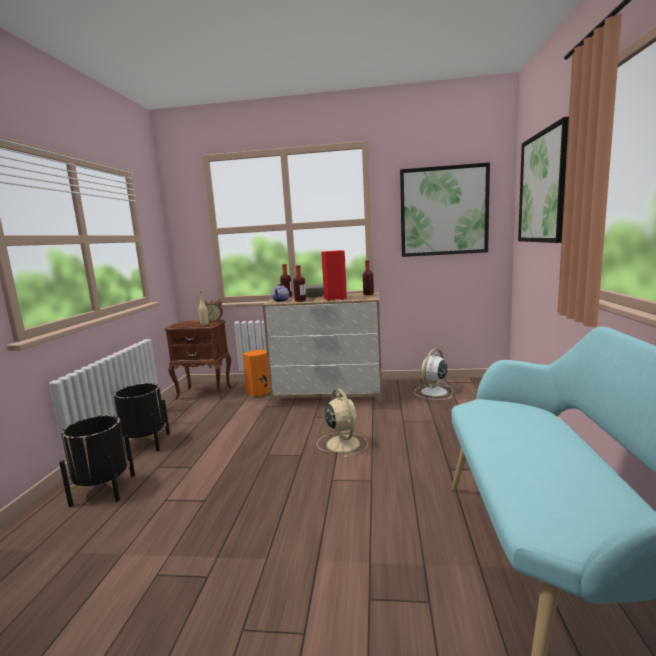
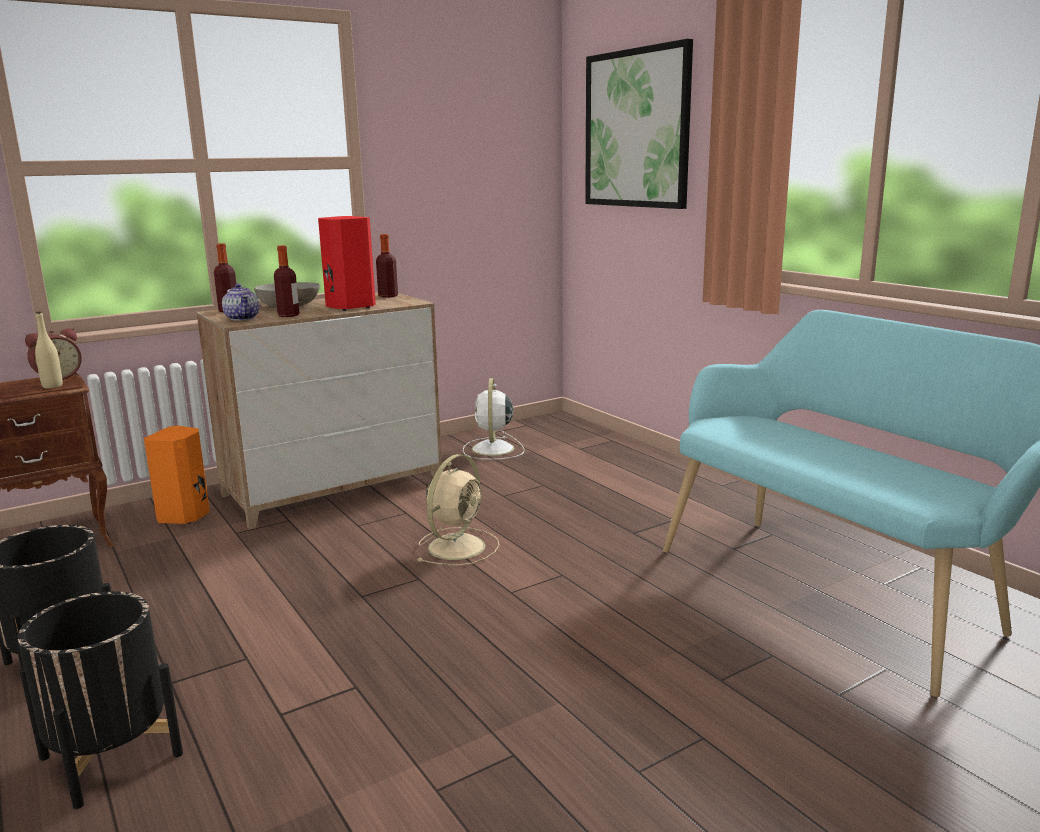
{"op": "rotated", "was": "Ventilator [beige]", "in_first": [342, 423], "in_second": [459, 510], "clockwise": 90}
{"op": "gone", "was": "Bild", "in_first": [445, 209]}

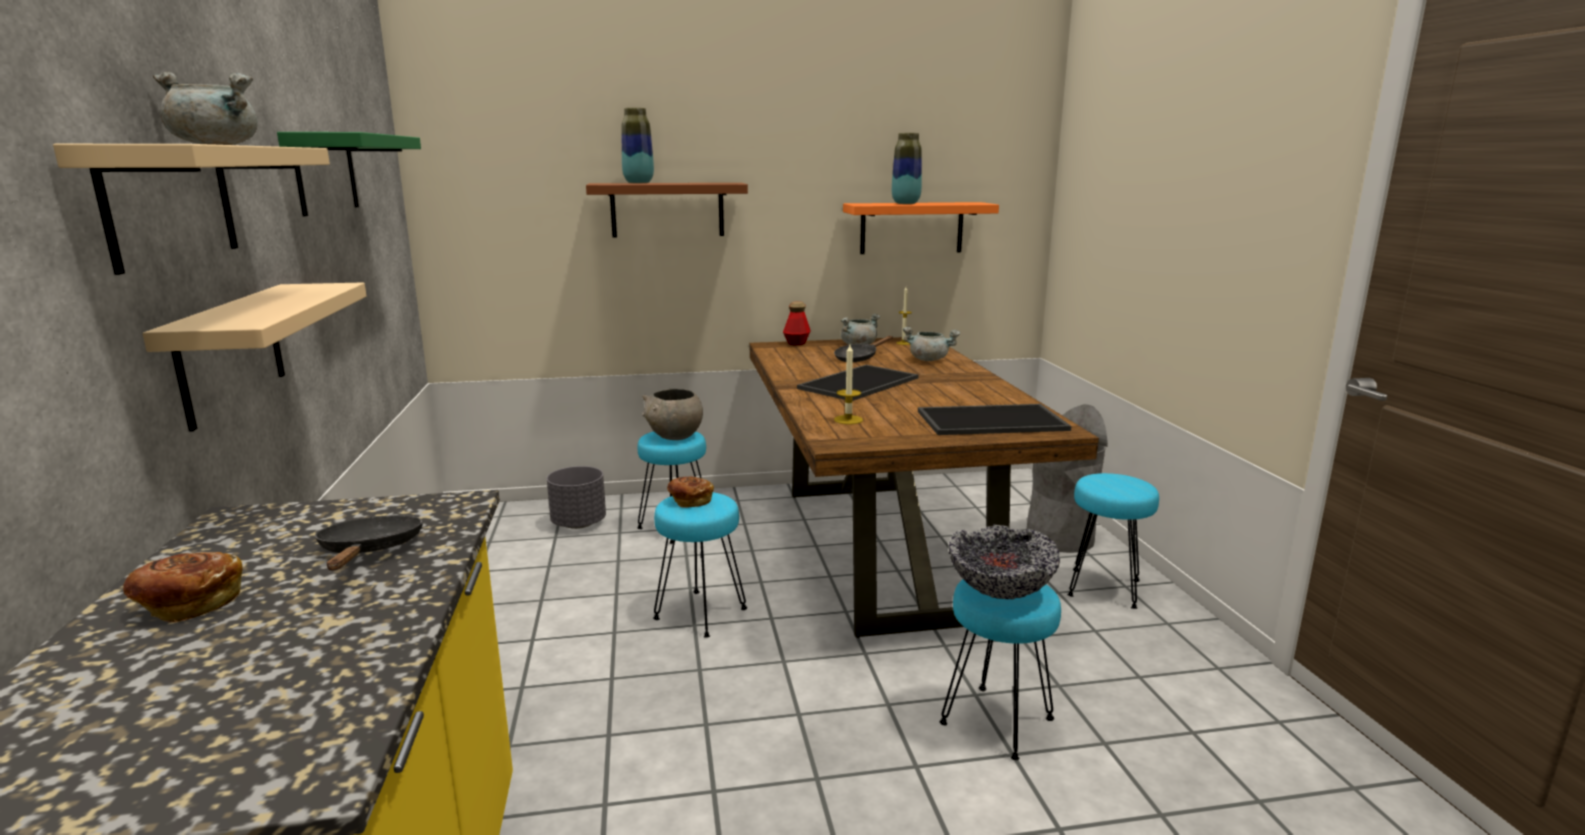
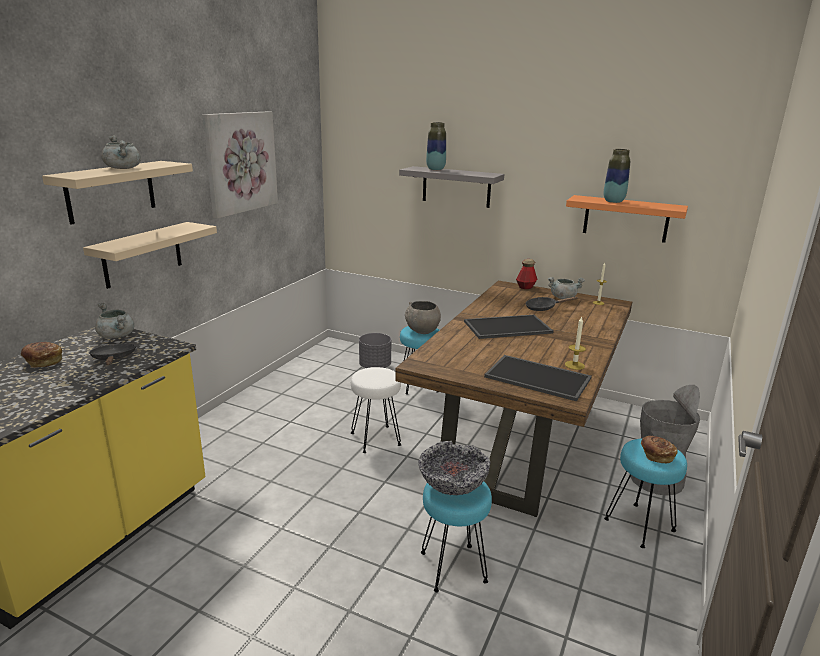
{"op": "swapped", "was": "Wandregal [grün]", "now": "Bild", "in_first": [349, 174], "in_second": [240, 165]}
{"op": "rotated", "was": "Pfanne [schwarz]", "in_first": [369, 542], "in_second": [112, 354], "clockwise": -45}
{"op": "repainted", "was": "Wandregal [braun]", "now": "Wandregal [grau]", "in_first": [667, 210], "in_second": [451, 187]}
{"op": "repainted", "was": "Hocker [türkis]", "now": "Hocker [weiß]", "in_first": [700, 565], "in_second": [376, 410]}
{"op": "shifted", "was": "Brot", "in_first": [690, 492], "in_second": [659, 449]}
{"op": "shifted", "was": "Kerze", "in_first": [848, 384], "in_second": [575, 343]}
{"op": "shifted", "was": "Kochtopf [grau]", "in_first": [931, 343], "in_second": [114, 320]}

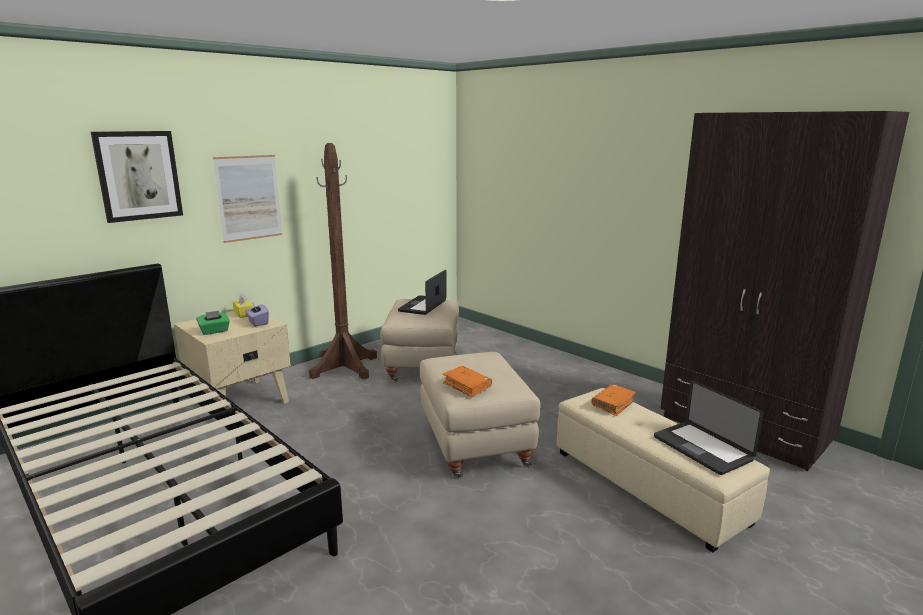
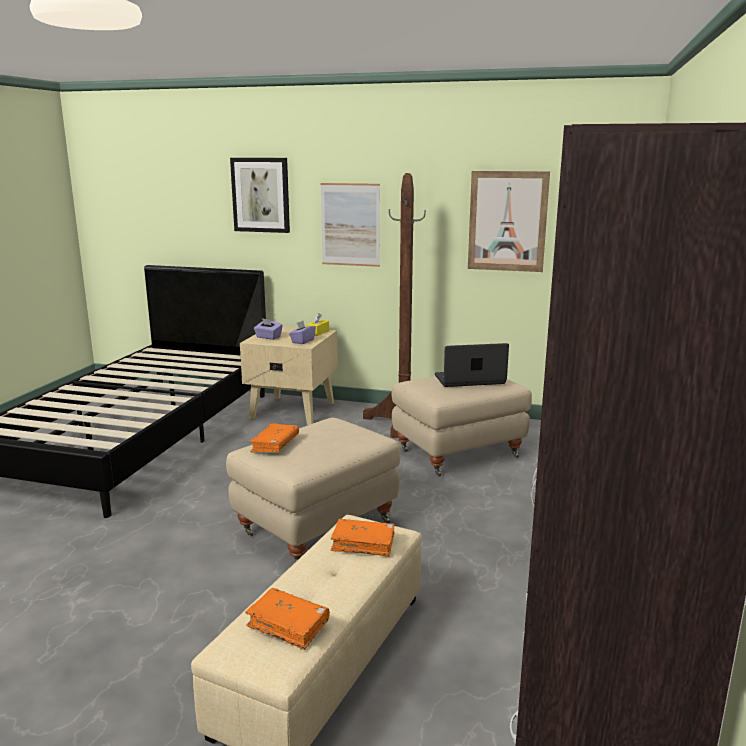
{"op": "repainted", "was": "Taschentuchbox [grün]", "now": "Taschentuchbox [lila]", "in_first": [213, 323], "in_second": [268, 329]}
{"op": "swapped", "was": "Laptop", "now": "Buch [orange]", "in_first": [708, 427], "in_second": [287, 619]}
{"op": "new", "now": "Bild", "in_second": [509, 221]}

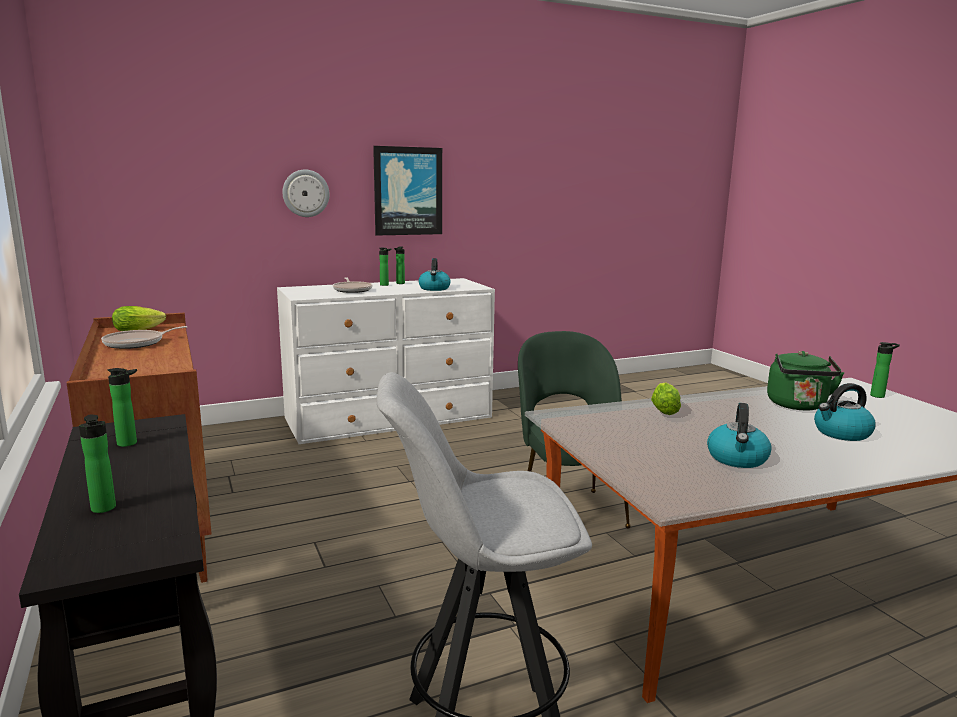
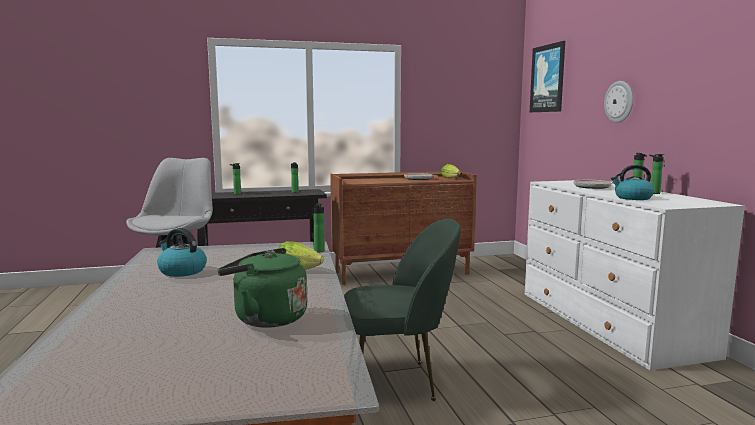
{"op": "shifted", "was": "Bild", "in_first": [407, 191], "in_second": [547, 76]}
{"op": "gone", "was": "Wasserkessel", "in_first": [845, 412]}
{"op": "shifted", "was": "Flasche", "in_first": [885, 370], "in_second": [319, 227]}

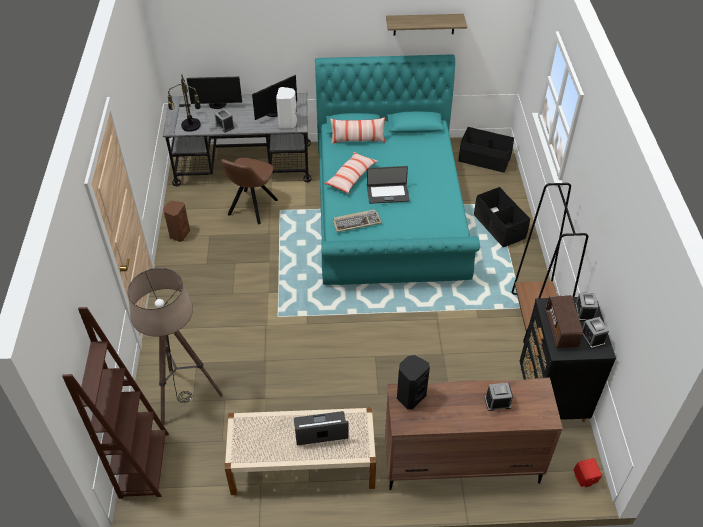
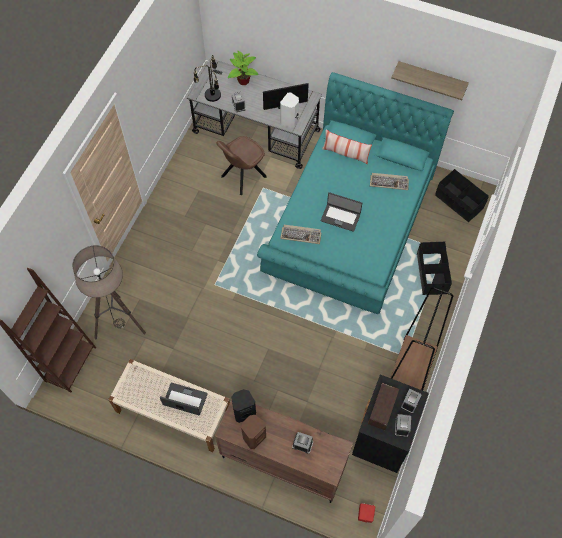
{"op": "shifted", "was": "Lautsprecher [braun]", "in_first": [176, 221], "in_second": [253, 432]}
{"op": "swapped", "was": "Monitor", "now": "Topfpflanze", "in_first": [214, 93], "in_second": [243, 68]}
{"op": "gone", "was": "Kissen", "in_first": [351, 172]}
{"op": "new", "now": "Tastatur", "in_second": [389, 181]}

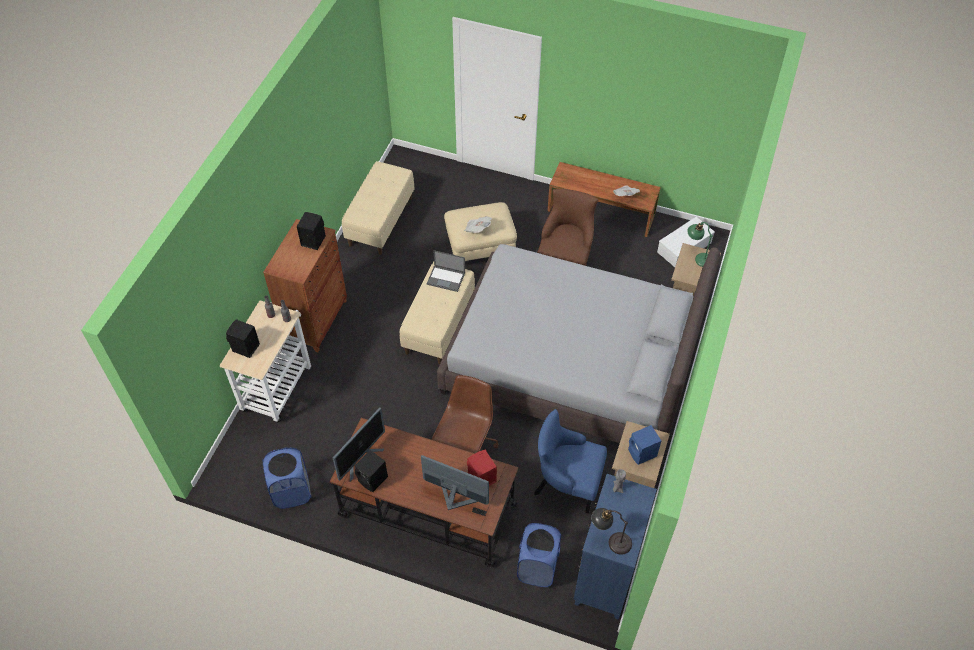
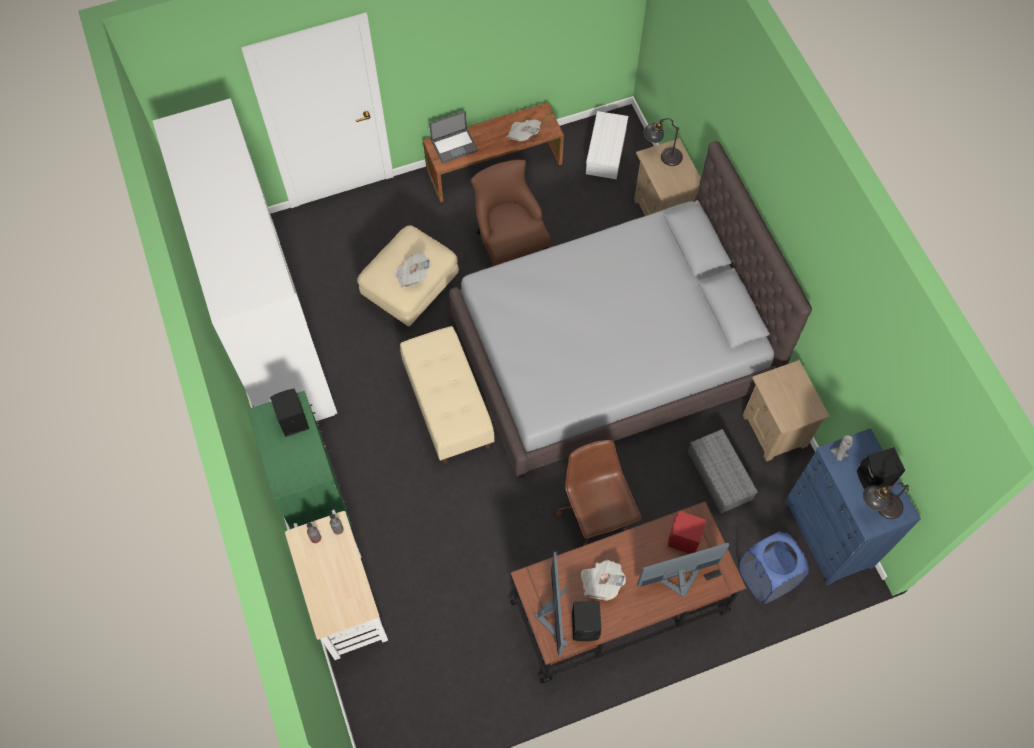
{"op": "shifted", "was": "Lautsprecher [schwarz]", "in_first": [243, 338], "in_second": [881, 468]}
{"op": "gone", "was": "Wäschekorb [blau]", "in_first": [286, 478]}
{"op": "repainted", "was": "Kommode [braun]", "now": "Kommode [grün]", "in_first": [305, 285], "in_second": [299, 460]}
{"op": "swapped", "was": "Bank [beige]", "now": "Kleiderschrank [weiß]", "in_first": [378, 208], "in_second": [245, 259]}
{"op": "shifted", "was": "Laptop", "in_first": [446, 271], "in_second": [453, 137]}
{"op": "swapped", "was": "Stuhl [blau]", "now": "Aufbewahrungsbox [grau]", "in_first": [570, 461], "in_second": [723, 471]}
{"op": "gone", "was": "Lautsprecher [blau]", "in_first": [644, 445]}
{"op": "repainted", "was": "Tischlampe [grün]", "now": "Tischlampe [grau]", "in_first": [700, 244], "in_second": [663, 142]}
{"op": "new", "now": "Zeitung", "in_second": [603, 580]}

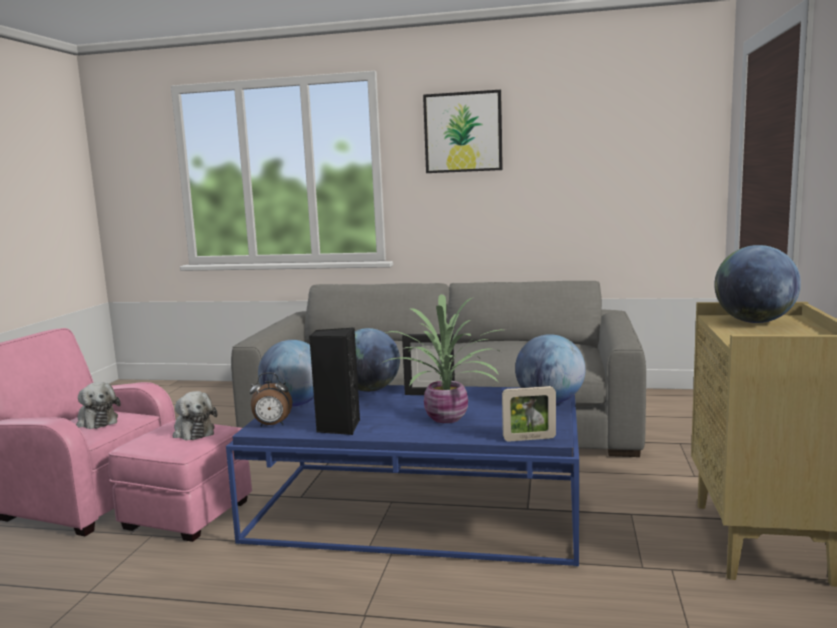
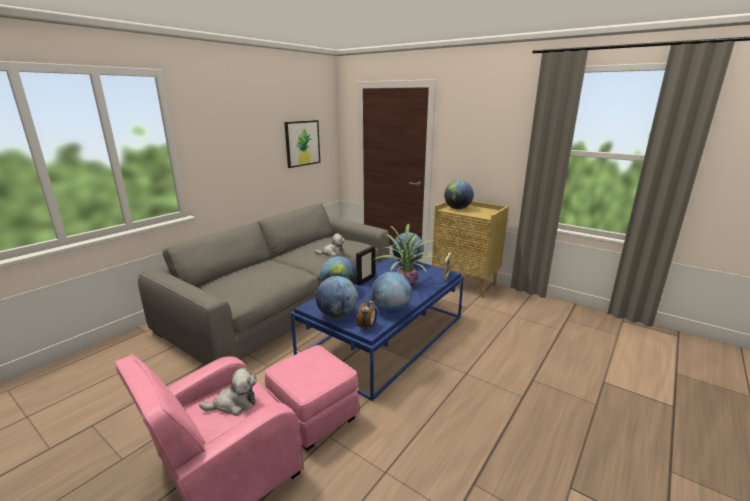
{"op": "shifted", "was": "Plüschtier", "in_first": [195, 415], "in_second": [330, 245]}
{"op": "swapped", "was": "Lautsprecher [schwarz]", "now": "Globus", "in_first": [334, 381], "in_second": [391, 292]}
{"op": "shifted", "was": "Bild", "in_first": [463, 131], "in_second": [302, 144]}

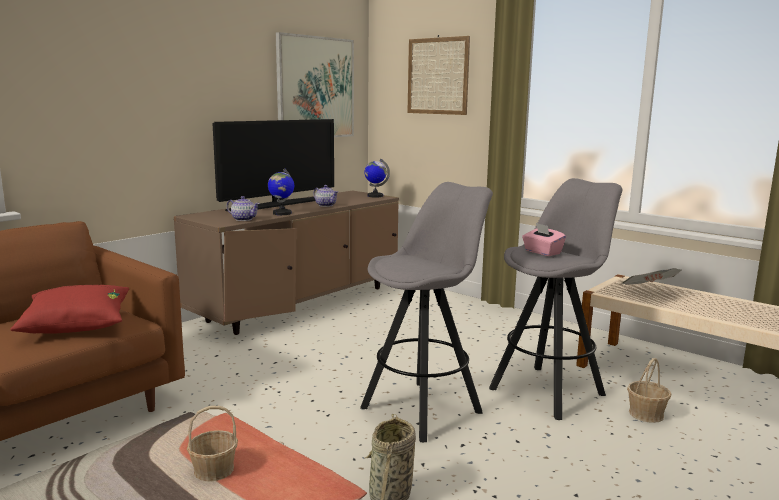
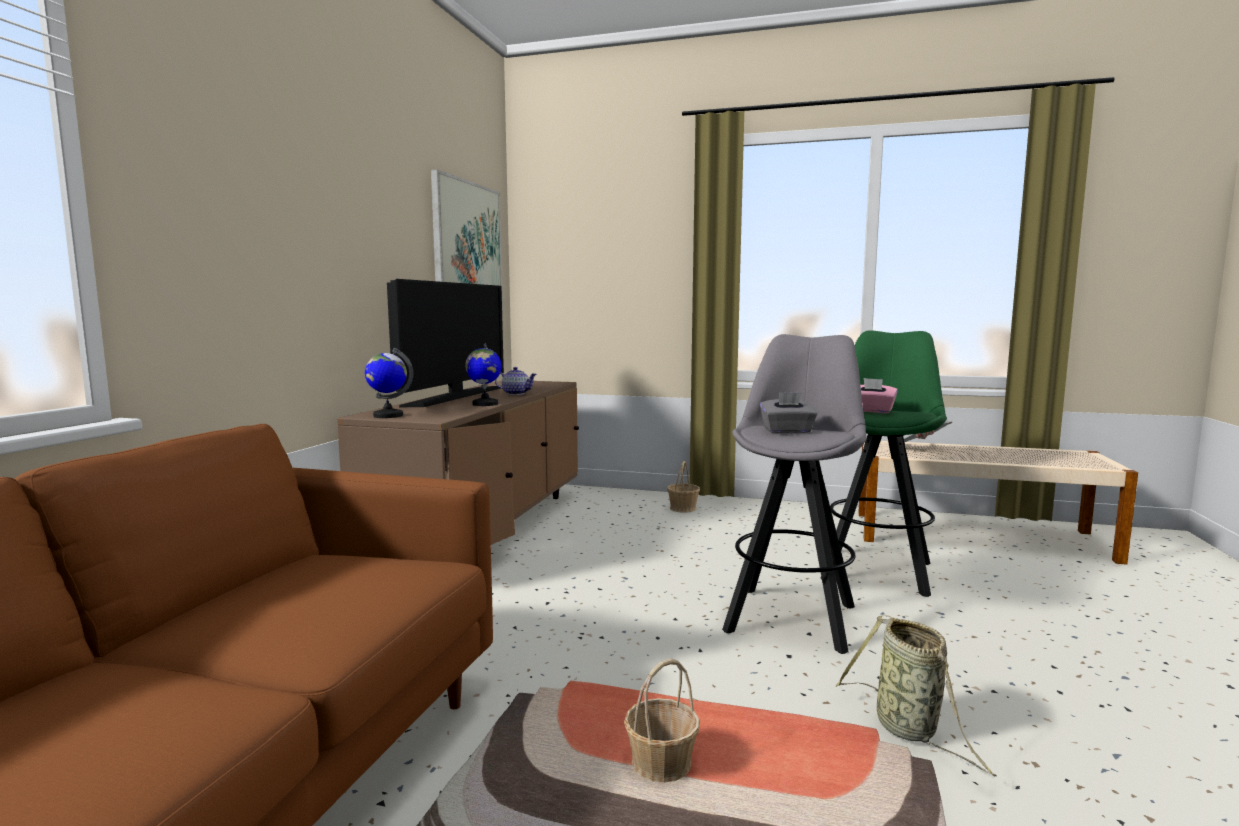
{"op": "gone", "was": "Kissen [rot]", "in_first": [69, 309]}
{"op": "gone", "was": "Teekanne", "in_first": [243, 208]}
{"op": "shifted", "was": "Globus", "in_first": [377, 178], "in_second": [389, 383]}
{"op": "gone", "was": "Bild", "in_first": [438, 75]}
{"op": "repainted", "was": "Hocker [grau]", "now": "Hocker [grün]", "in_first": [556, 299], "in_second": [883, 463]}
{"op": "shifted", "was": "Korb", "in_first": [649, 390], "in_second": [683, 487]}
{"op": "new", "now": "Taschentuchbox [grau]", "in_second": [788, 412]}

